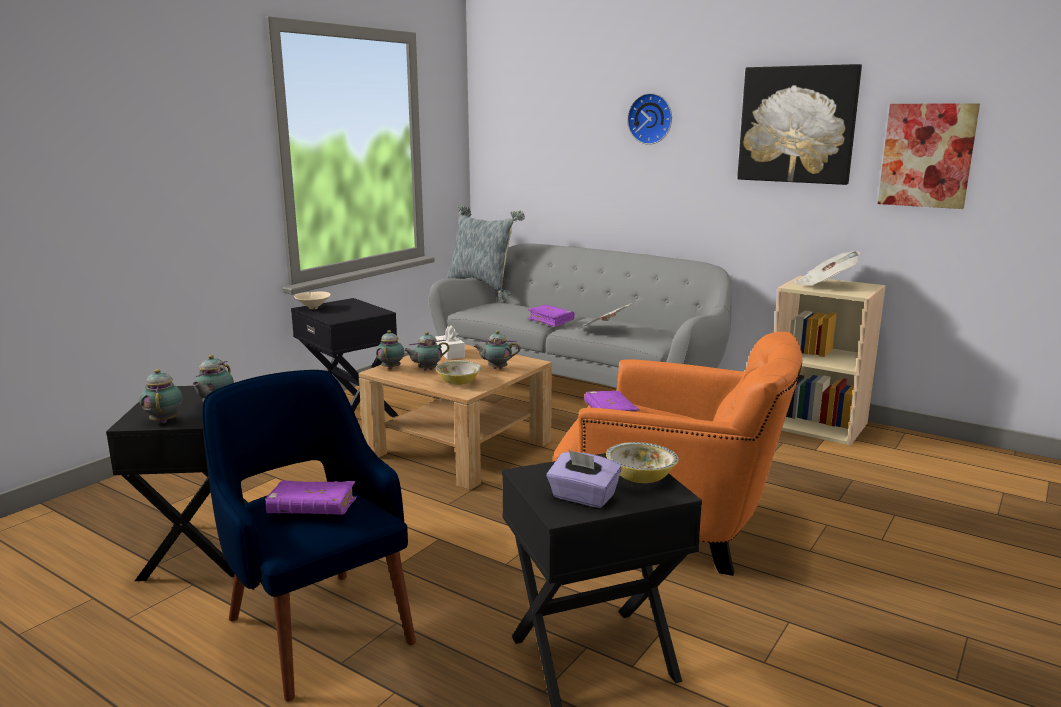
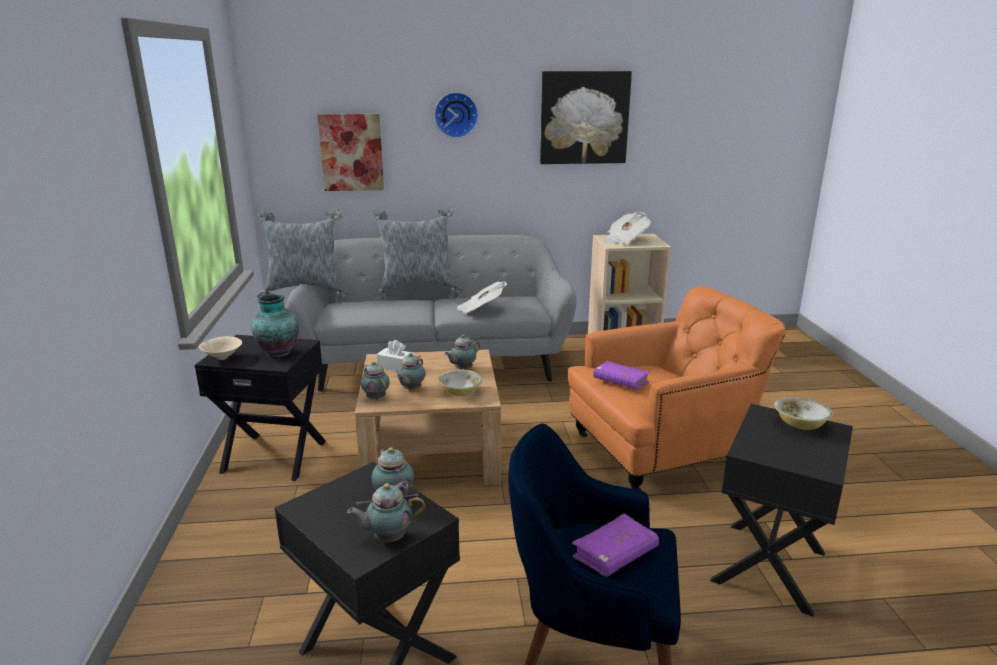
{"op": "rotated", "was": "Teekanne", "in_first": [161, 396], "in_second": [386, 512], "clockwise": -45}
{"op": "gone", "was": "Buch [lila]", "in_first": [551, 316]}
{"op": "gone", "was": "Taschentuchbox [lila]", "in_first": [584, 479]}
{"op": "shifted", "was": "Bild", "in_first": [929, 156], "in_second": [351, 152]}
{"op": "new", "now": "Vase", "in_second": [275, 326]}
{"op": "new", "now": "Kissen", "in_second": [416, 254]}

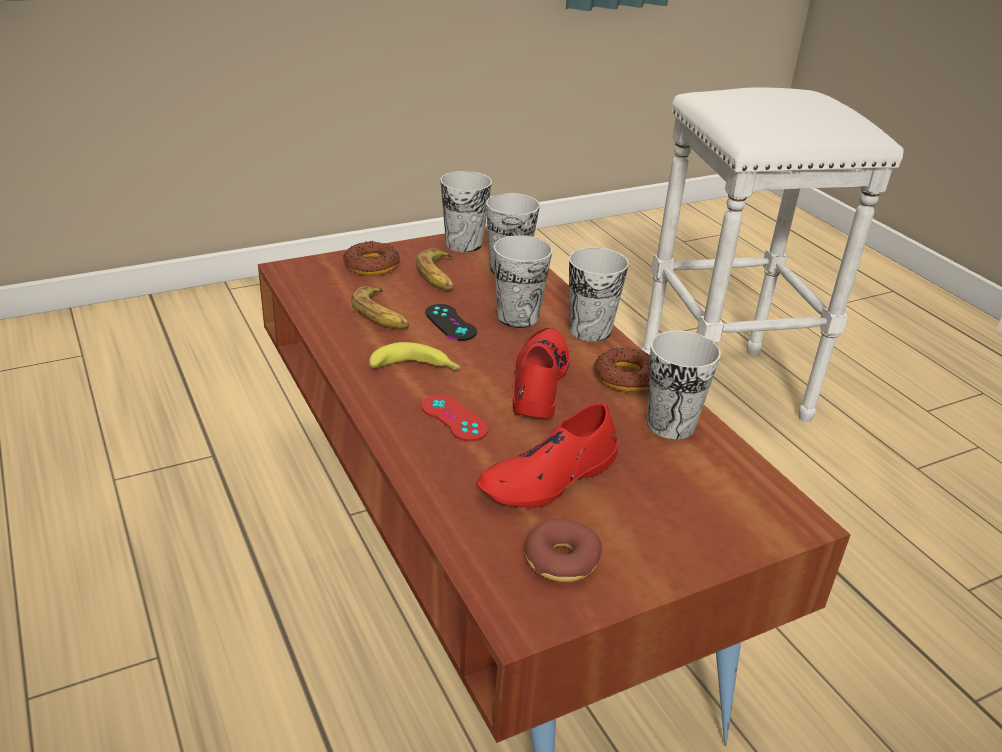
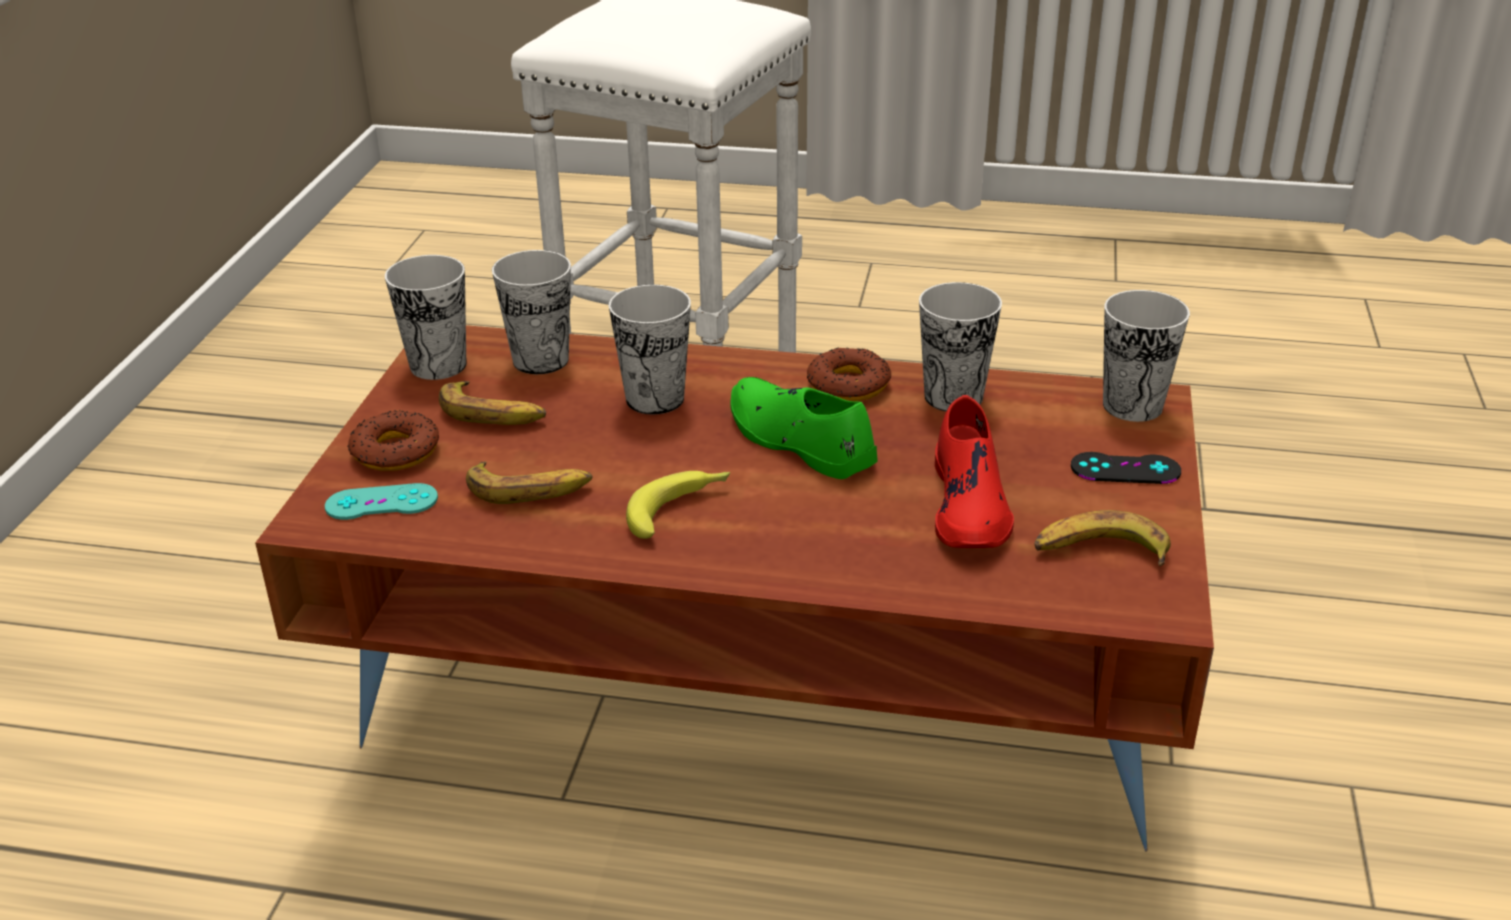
{"op": "gone", "was": "Gamepad [rot]", "in_first": [454, 418]}
{"op": "shifted", "was": "Gamepad [schwarz]", "in_first": [451, 322], "in_second": [1126, 468]}
{"op": "repainted", "was": "Schuh [rot]", "now": "Schuh [grün]", "in_first": [541, 373], "in_second": [804, 428]}
{"op": "swapped", "was": "Donut", "now": "Banane", "in_first": [563, 550], "in_second": [1102, 538]}
{"op": "shifted", "was": "Tasse", "in_first": [599, 294], "in_second": [1146, 356]}
{"op": "new", "now": "Gamepad [türkis]", "in_second": [381, 501]}

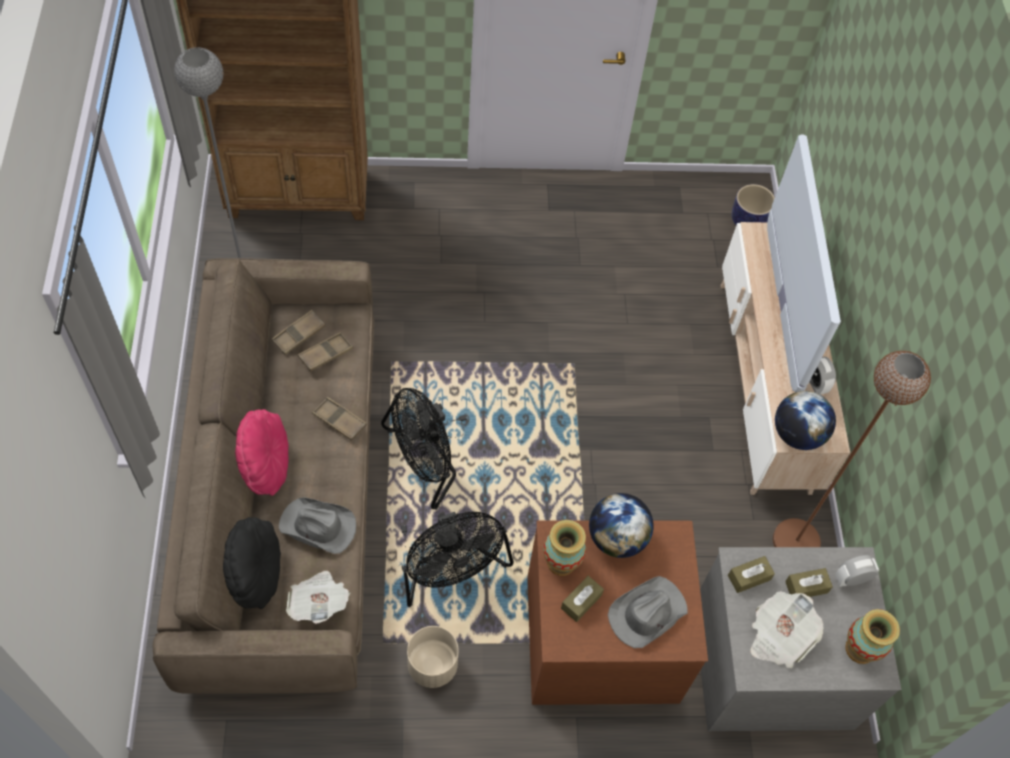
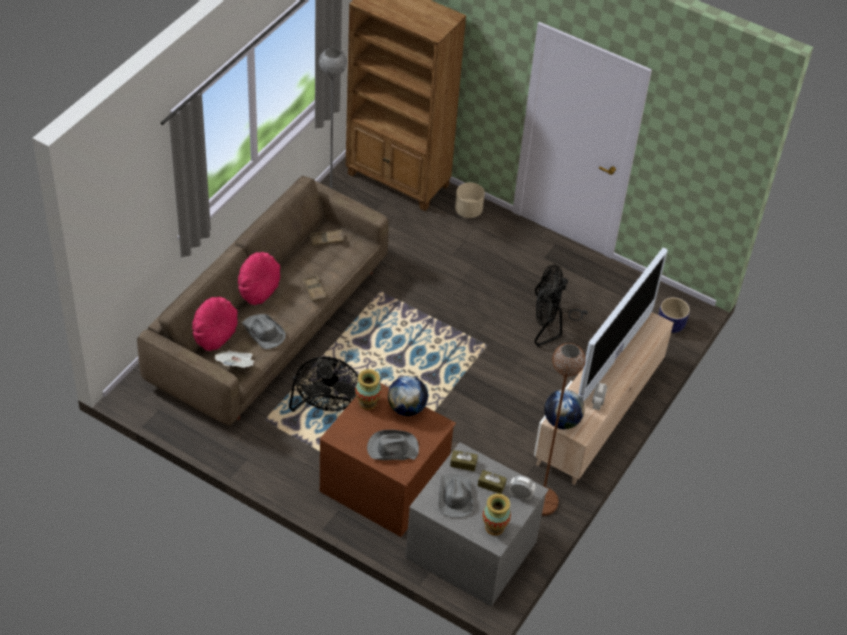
{"op": "repainted", "was": "Kissen [schwarz]", "now": "Kissen [rosa]", "in_first": [252, 563], "in_second": [215, 324]}
{"op": "gone", "was": "Tablett [braun]", "in_first": [325, 352]}
{"op": "shifted", "was": "Ventilator [schwarz]", "in_first": [424, 449], "in_second": [561, 305]}
{"op": "shifted", "was": "Pflanzkübel [beige]", "in_first": [433, 657], "in_second": [470, 200]}
{"op": "gone", "was": "Taschentuchbox [braun]", "in_first": [582, 599]}
{"op": "swapped", "was": "Zeitung", "now": "Hut [grau]", "in_first": [786, 629], "in_second": [455, 496]}

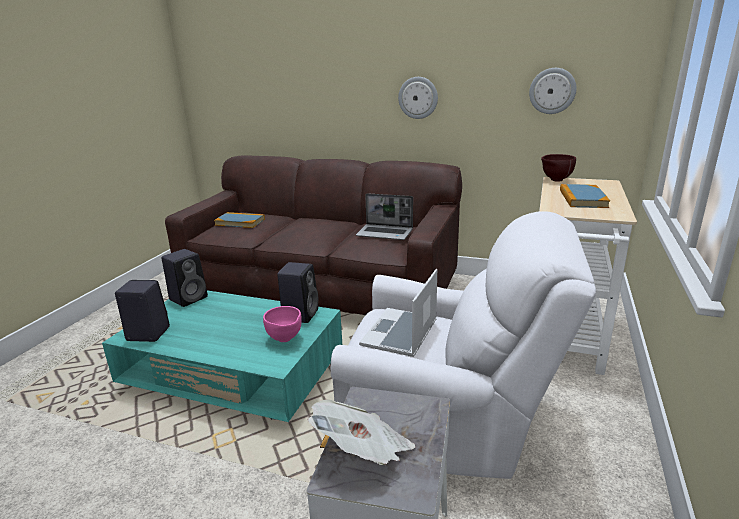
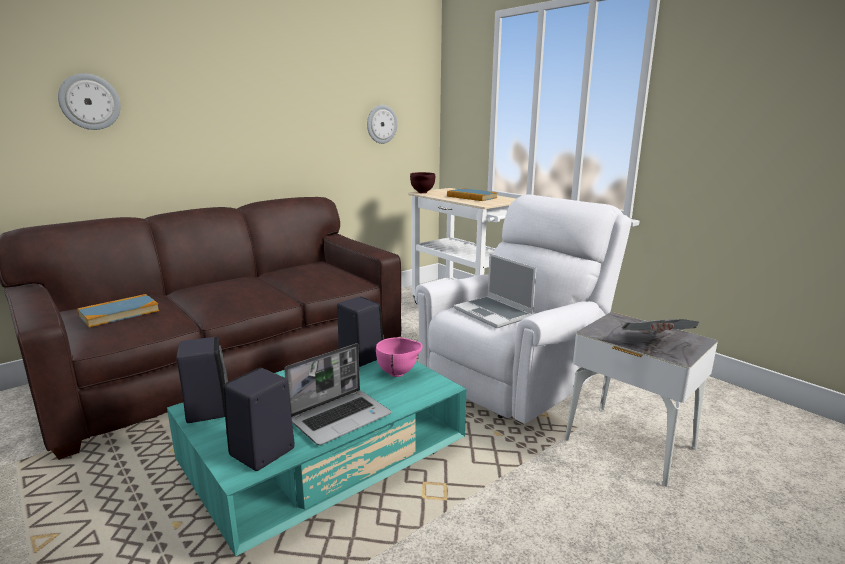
{"op": "shifted", "was": "Laptop", "in_first": [384, 216], "in_second": [338, 394]}
{"op": "shifted", "was": "Wanduhr", "in_first": [418, 98], "in_second": [89, 101]}

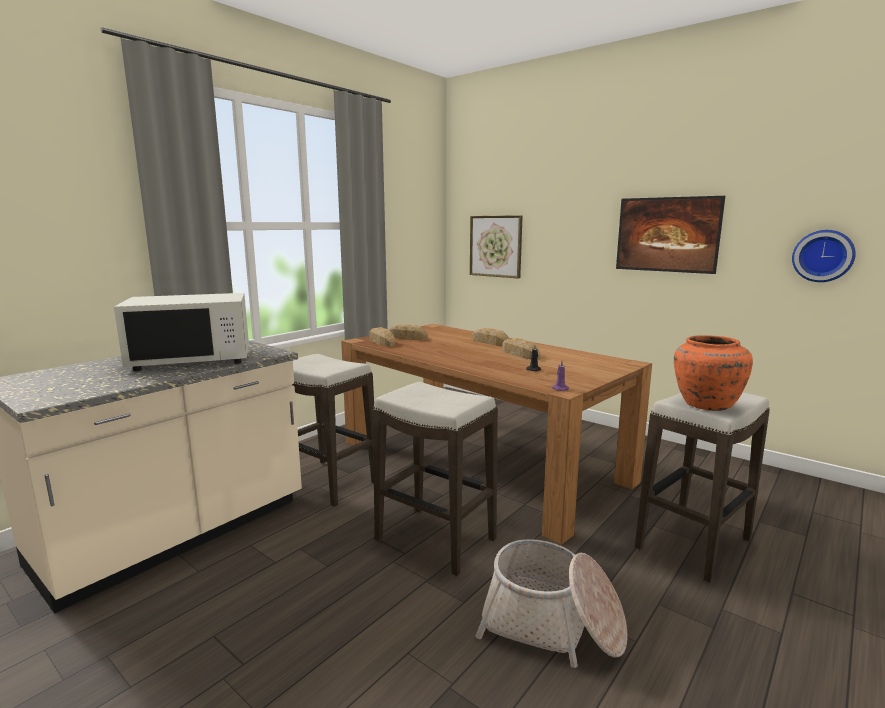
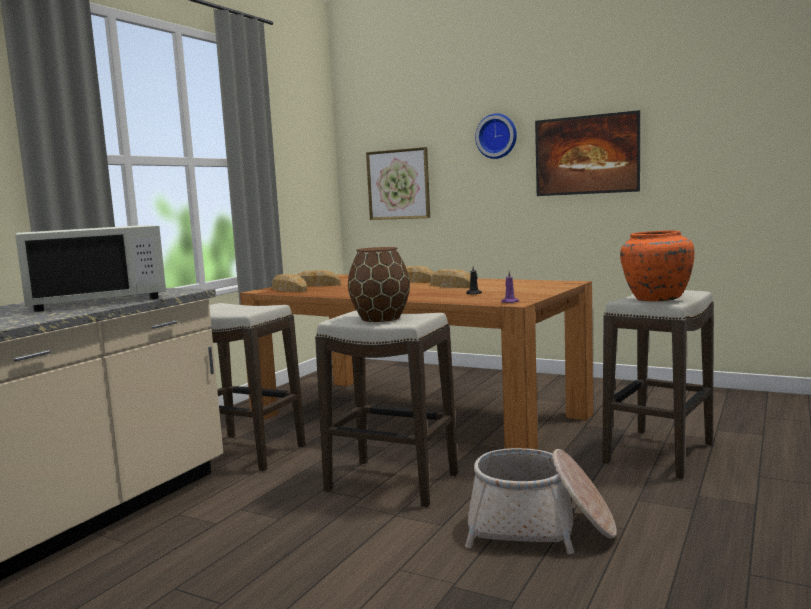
{"op": "shifted", "was": "Wanduhr", "in_first": [824, 256], "in_second": [496, 136]}
{"op": "new", "now": "Vase [braun]", "in_second": [379, 284]}

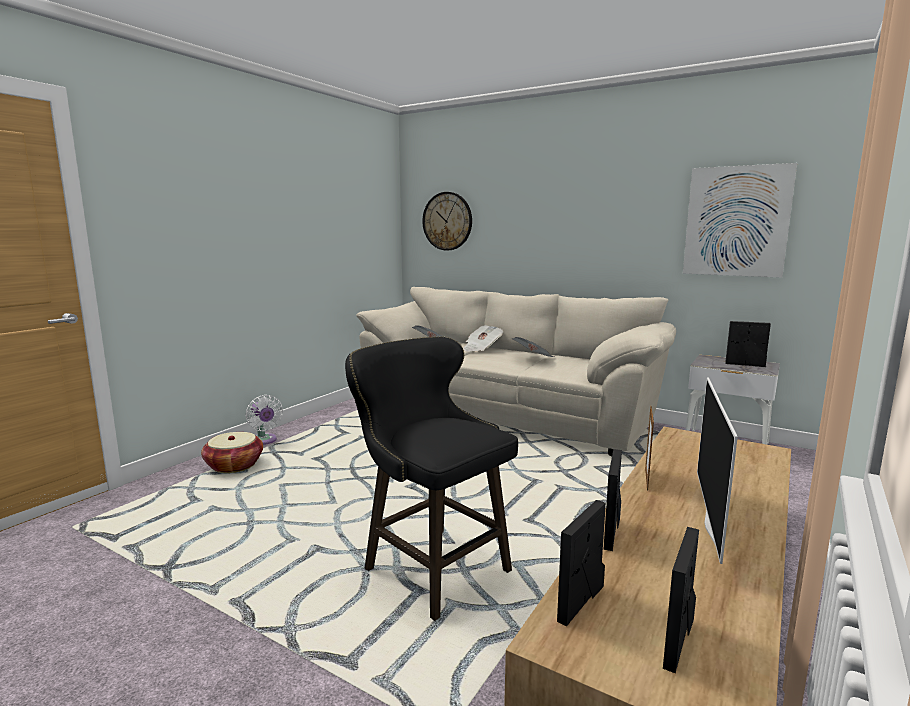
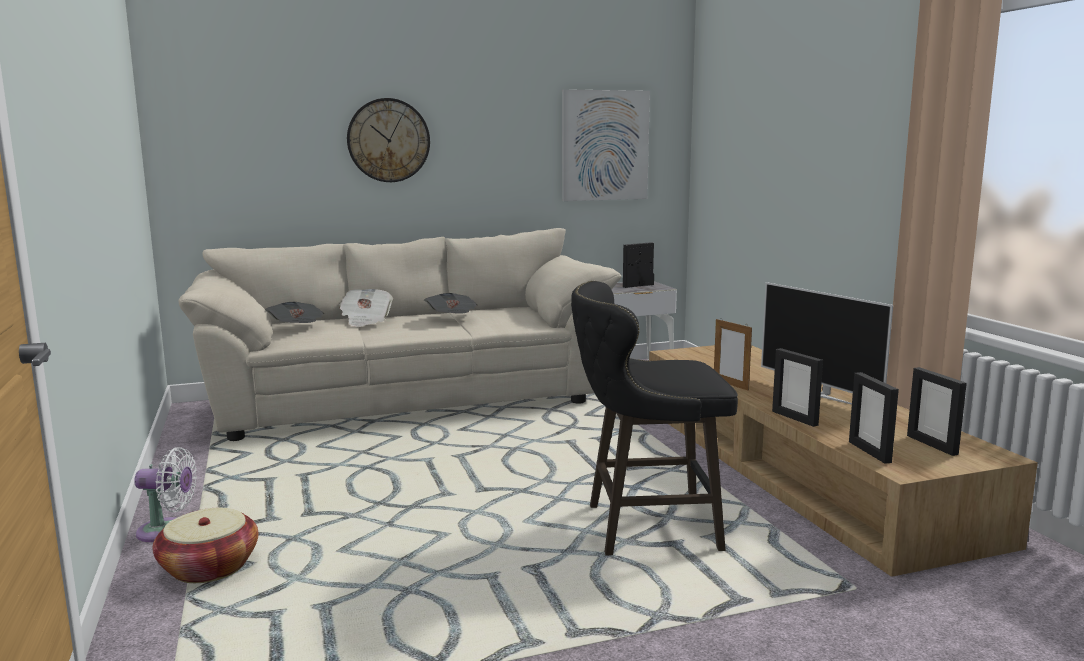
{"op": "shifted", "was": "Wanduhr", "in_first": [447, 221], "in_second": [388, 140]}

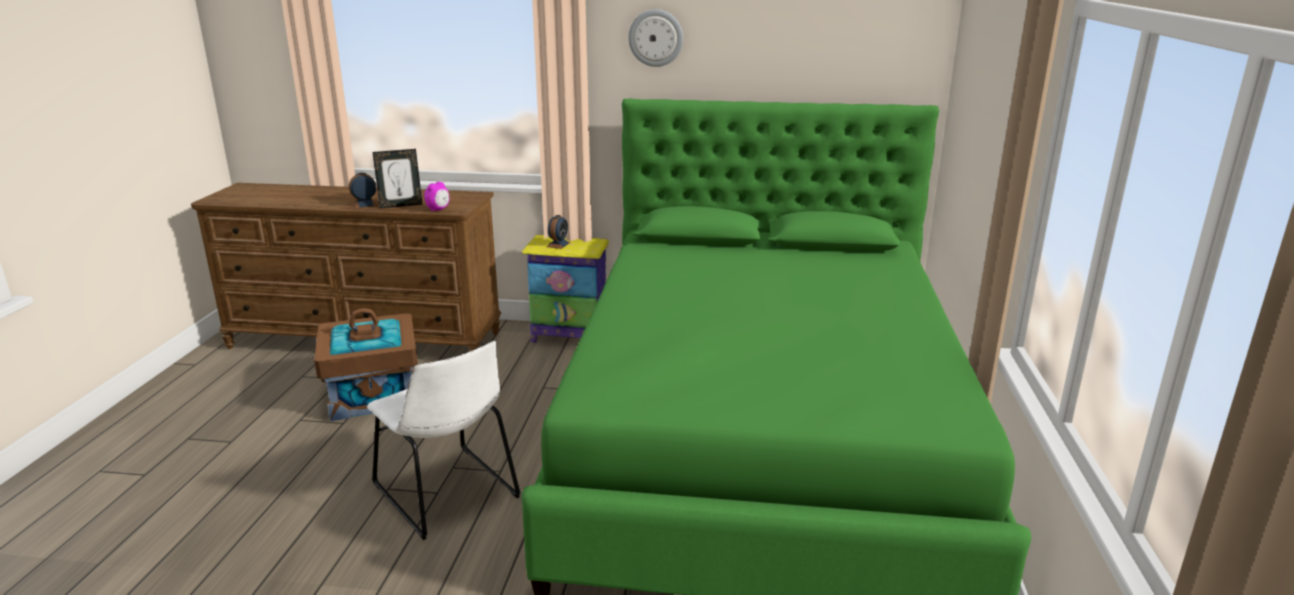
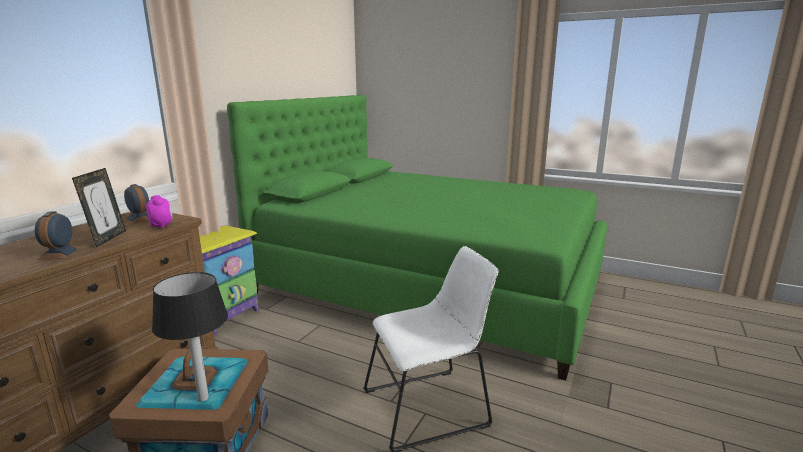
{"op": "shifted", "was": "Wecker", "in_first": [558, 232], "in_second": [136, 203]}
{"op": "gone", "was": "Wanduhr", "in_first": [655, 38]}
{"op": "new", "now": "Tischlampe", "in_second": [190, 337]}

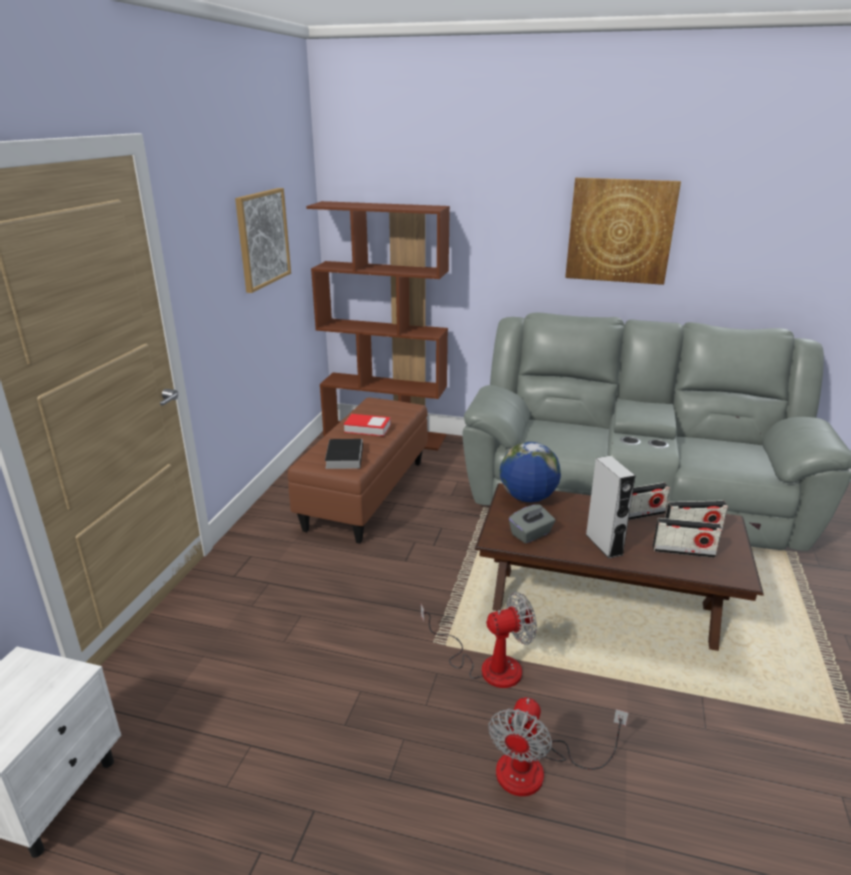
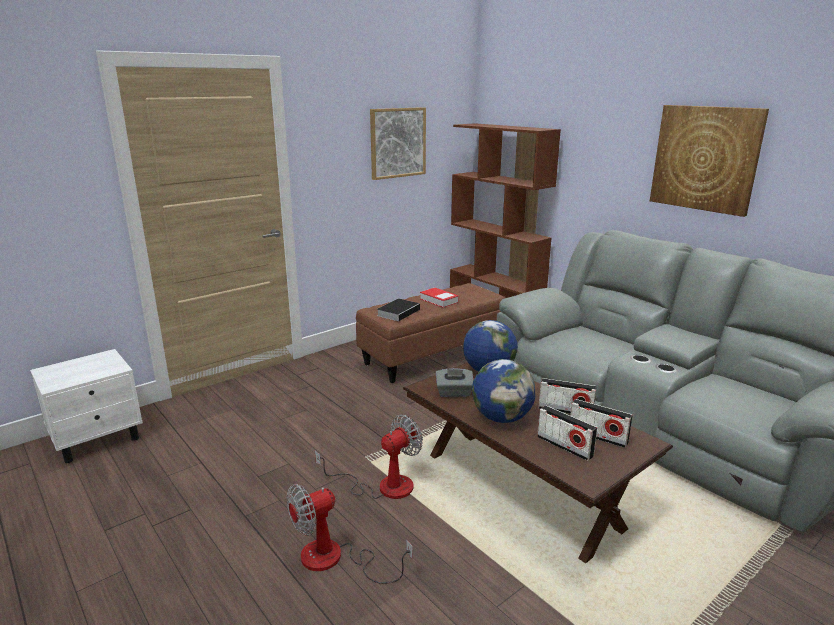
{"op": "rotated", "was": "Ventilator", "in_first": [479, 640], "in_second": [369, 457], "clockwise": -60}
{"op": "swapped", "was": "Lautsprecher [grau]", "now": "Globus", "in_first": [610, 507], "in_second": [503, 391]}

